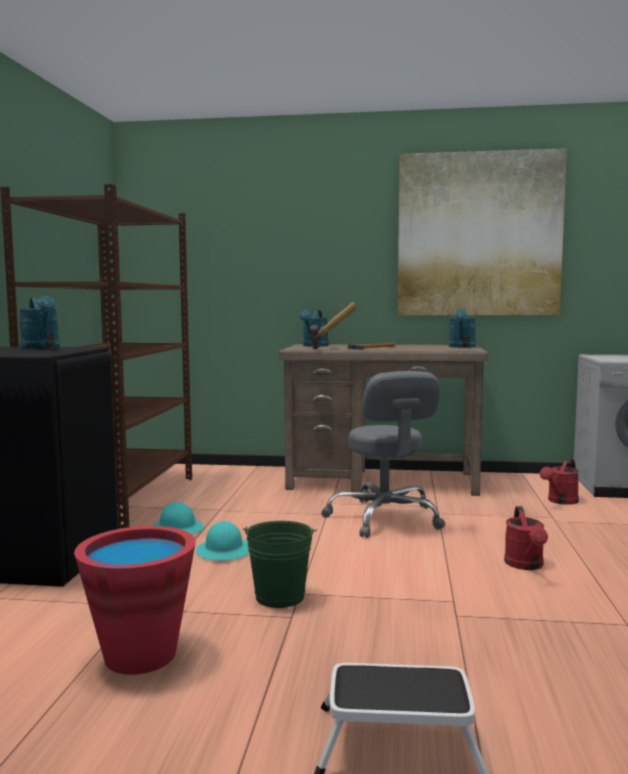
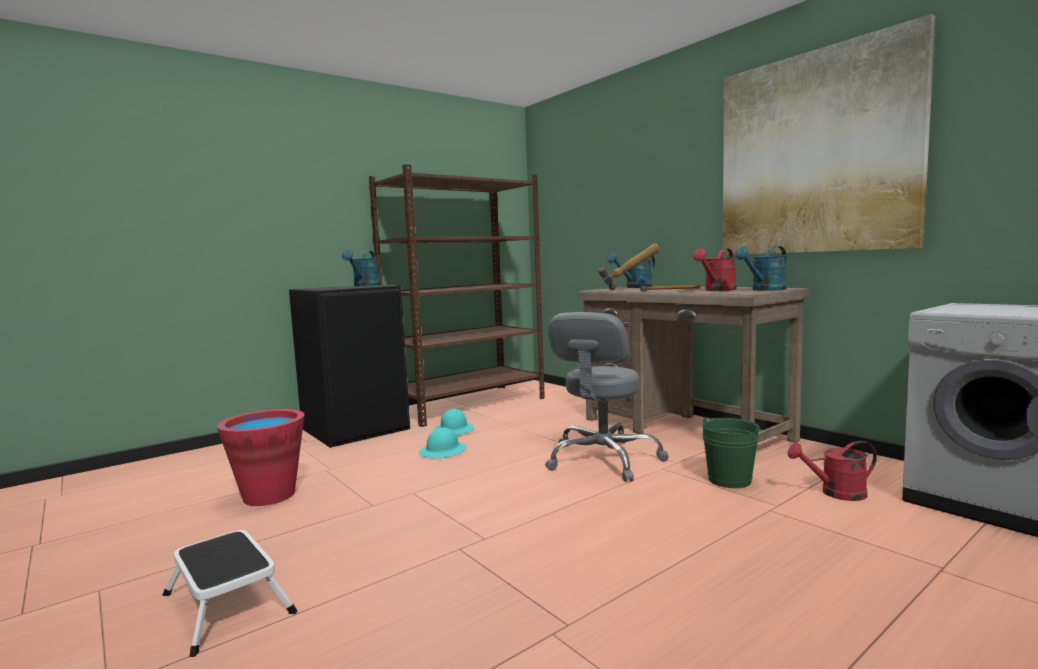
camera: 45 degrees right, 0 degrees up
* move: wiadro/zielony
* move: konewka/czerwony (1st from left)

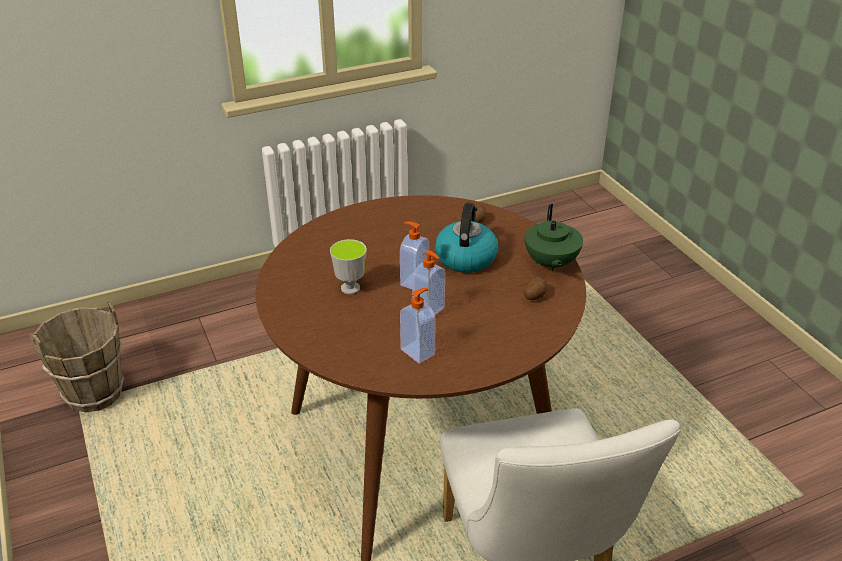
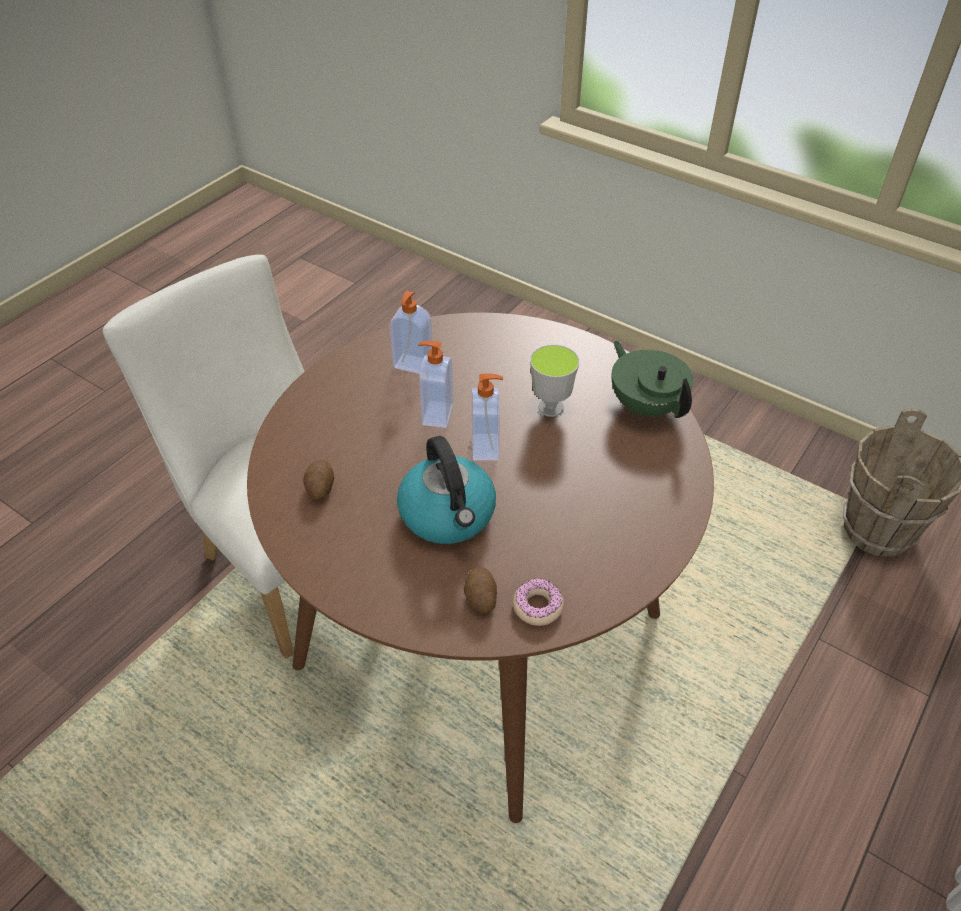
camera: 150 degrees right, 10 degrees up
* insert: donut
* move: imbryk/zielony

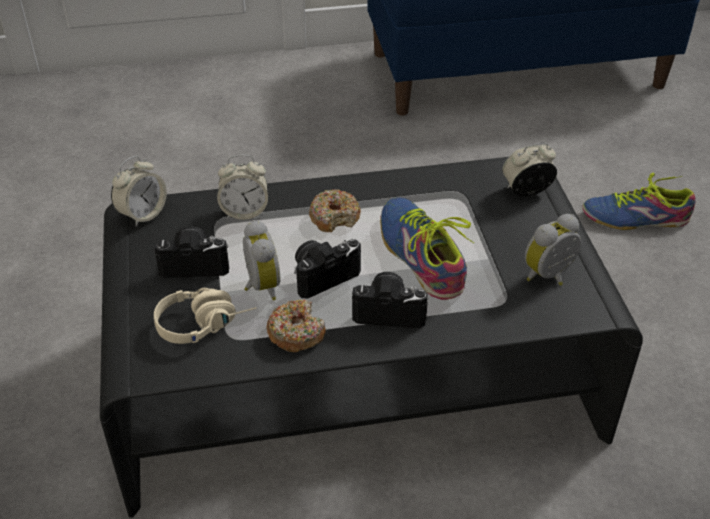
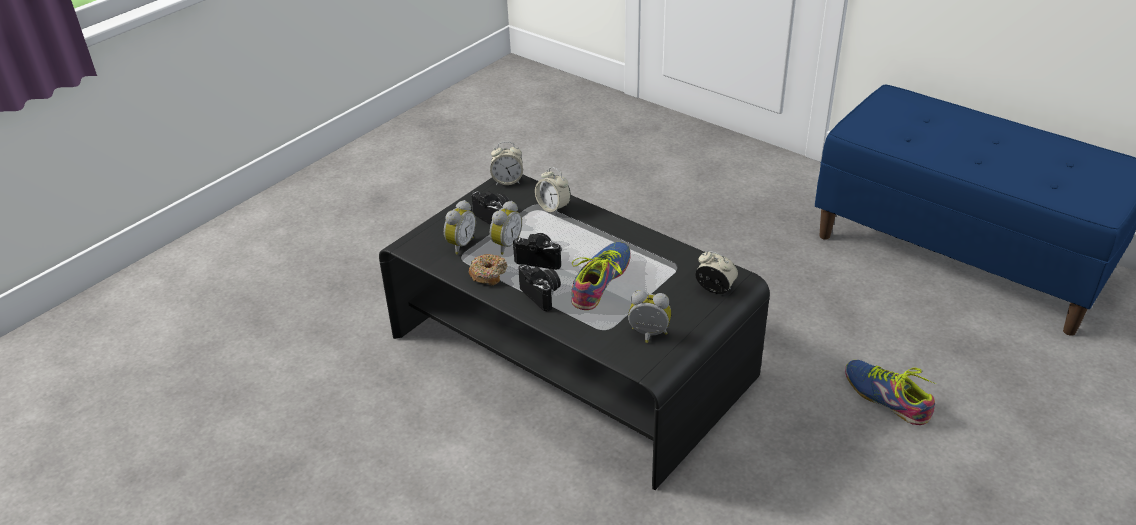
camera: 50 degrees right, 5 degrees down
* delete: donut (2nd from left)
* replace: słuchawki/beżowy to budzik (1st from left)

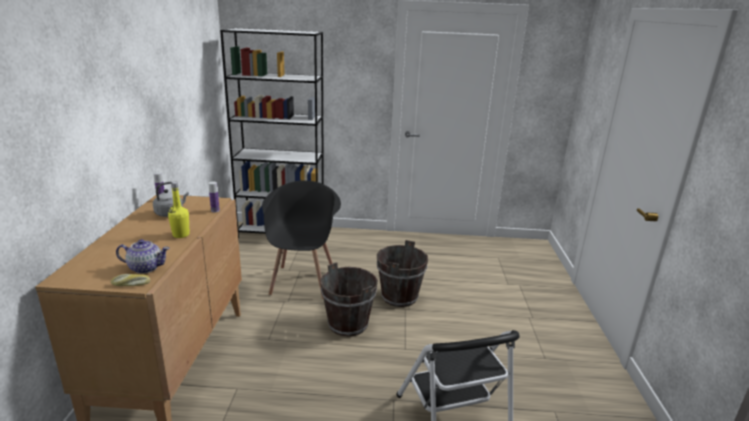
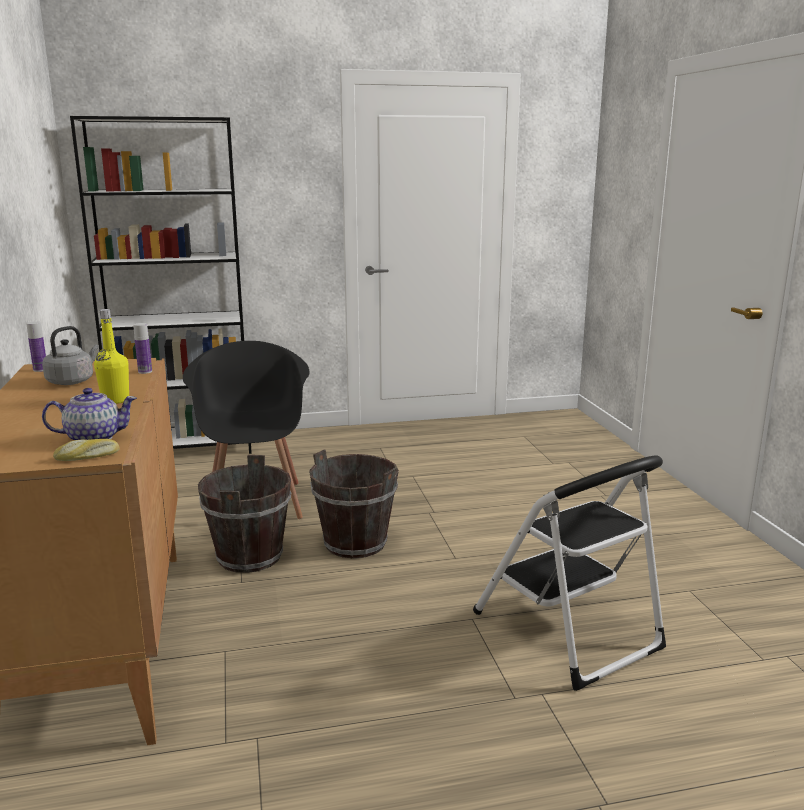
camera: 15 degrees left, 5 degrees down
* move: wiadro/brązowy (2nd from left in the first image) to wiadro/brązowy (1st from left)

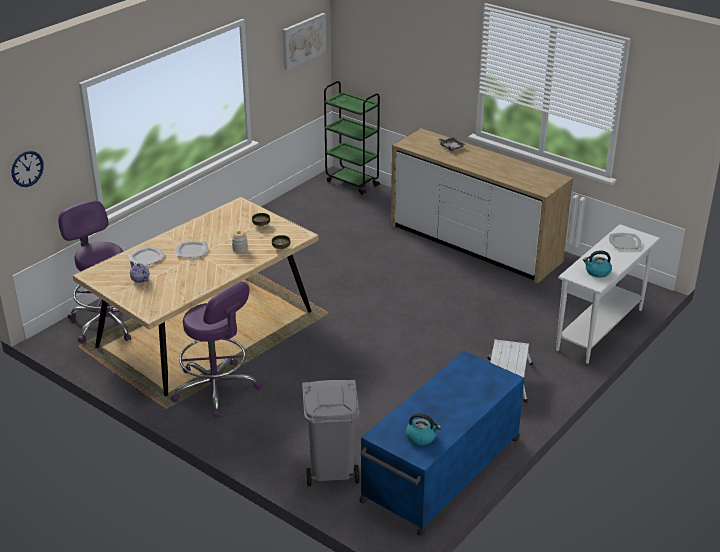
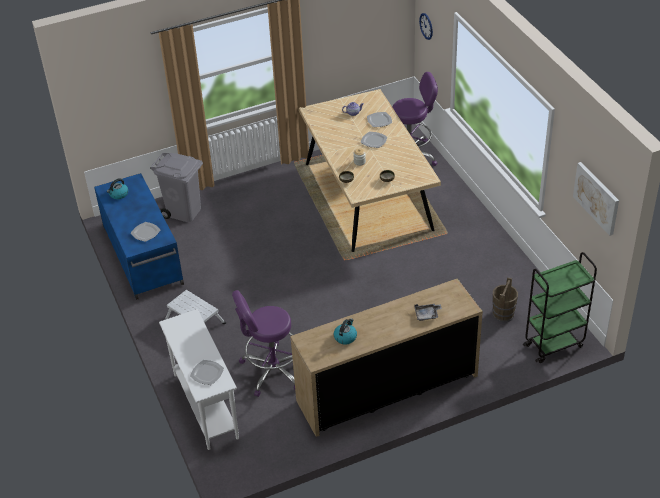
camera: 120 degrees right, 10 degrees up
* insert: talerz (1st from left)
* insert: wiadro/brązowy
* move: stołek/fioletowy (2nd from left in the first image) to stołek/fioletowy (1st from left)
* move: czajnik (2nd from left)

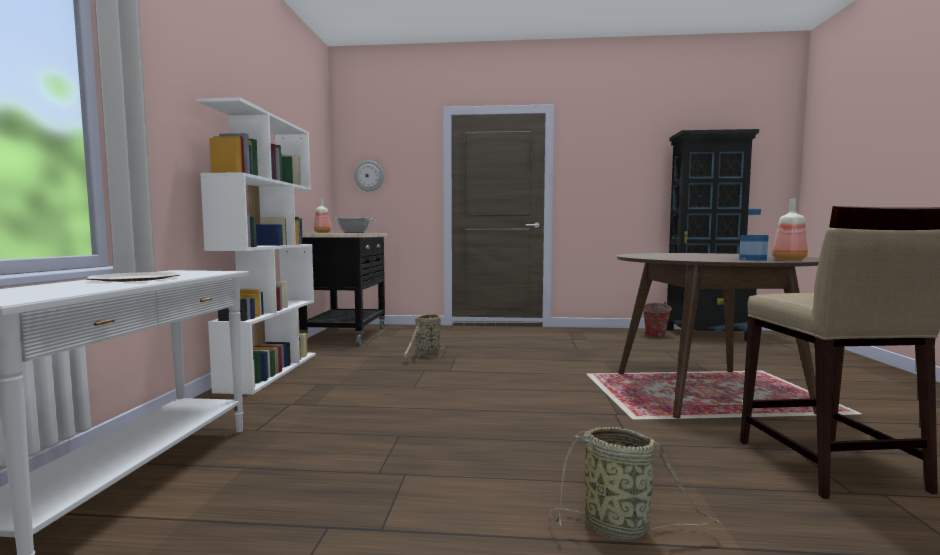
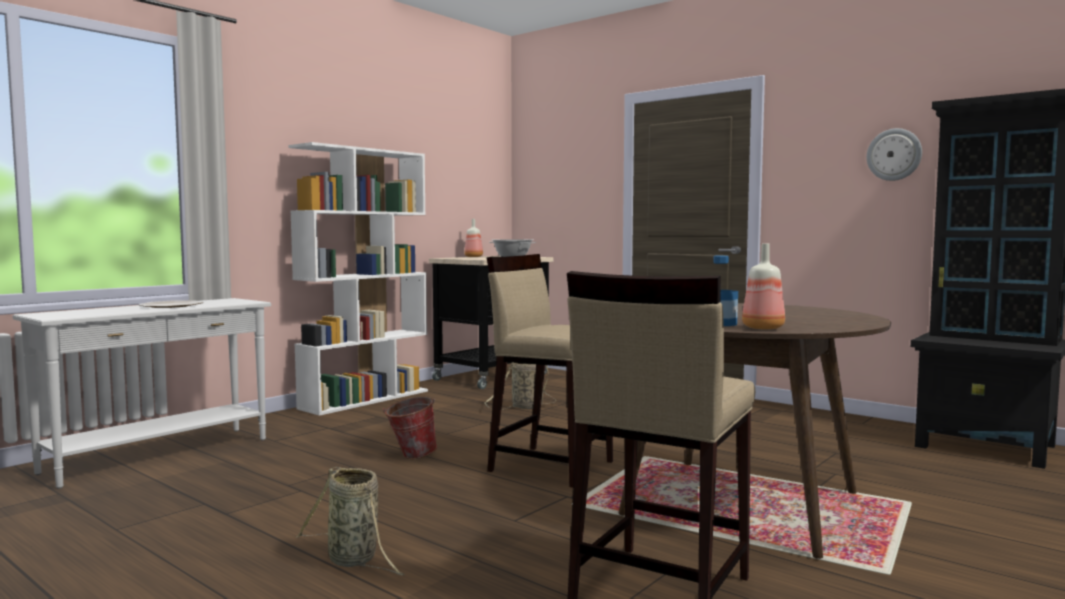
camera: 35 degrees right, 0 degrees up
* insert: stołek/beżowy (1st from left)
* move: zegar ścienny
* move: wiadro

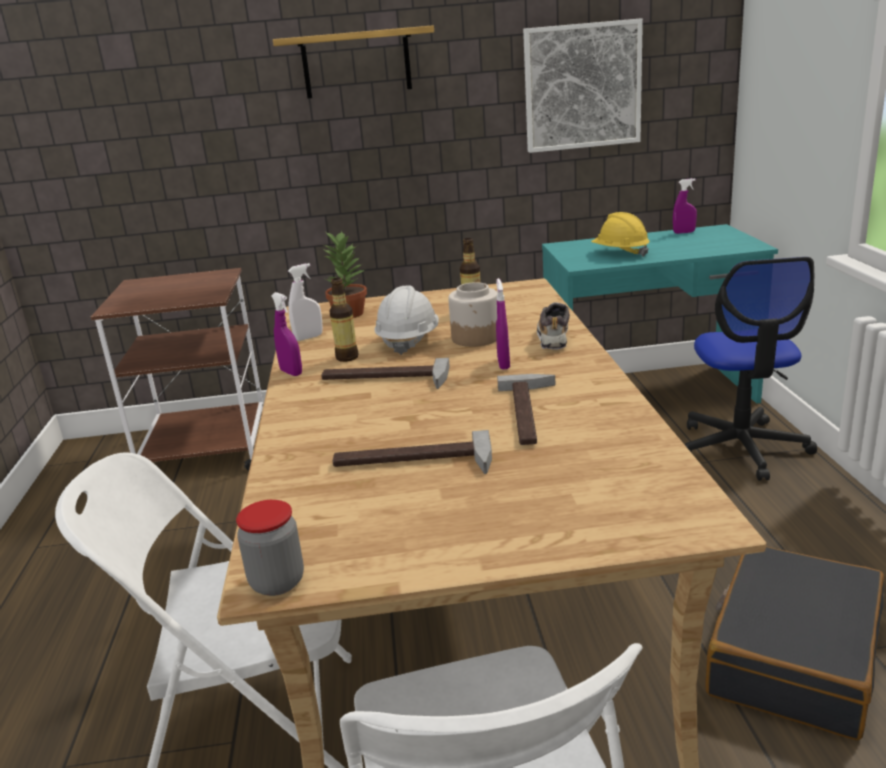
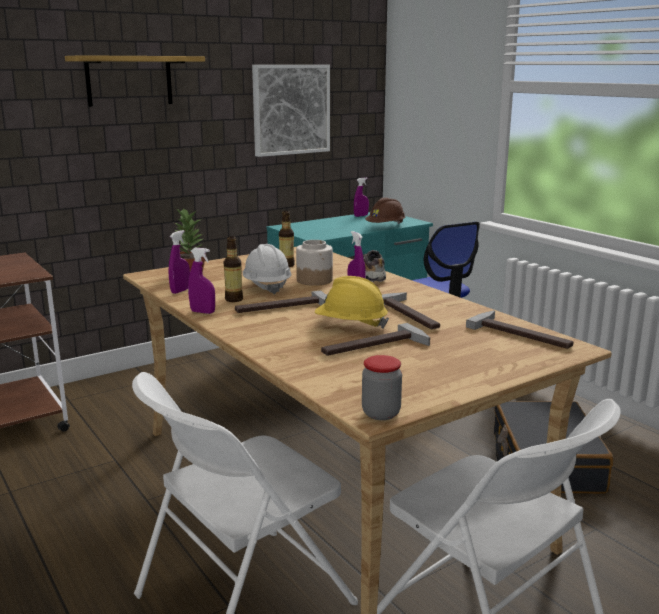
camera: 30 degrees left, 5 degrees down
* insert: kask/brązowy
* insert: młotek (4th from left)
* move: kask/żółty
* recolor: spryskiwacz/biały to spryskiwacz/fioletowy (1st from left)

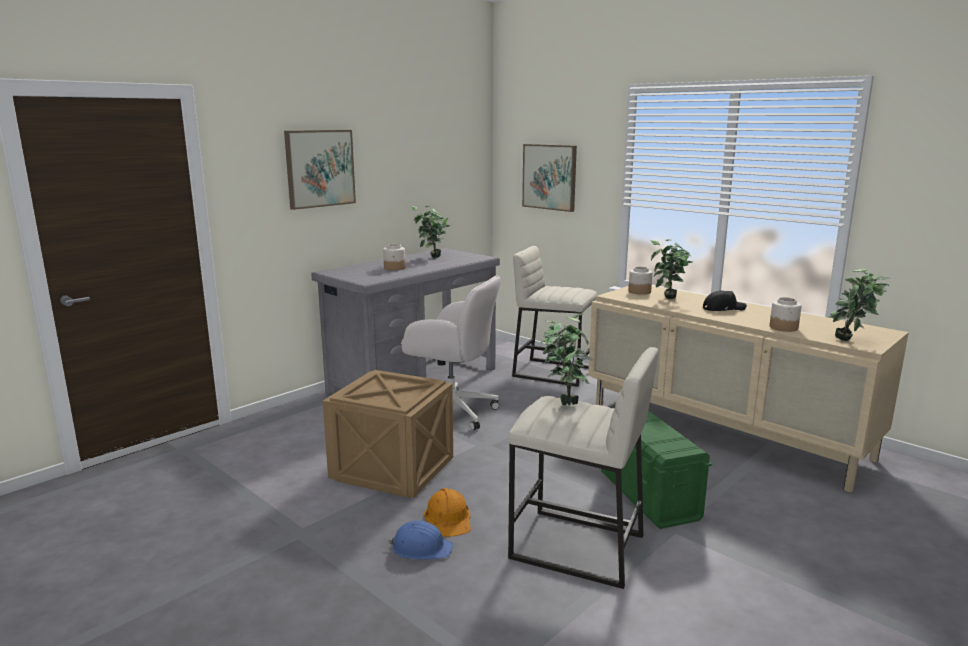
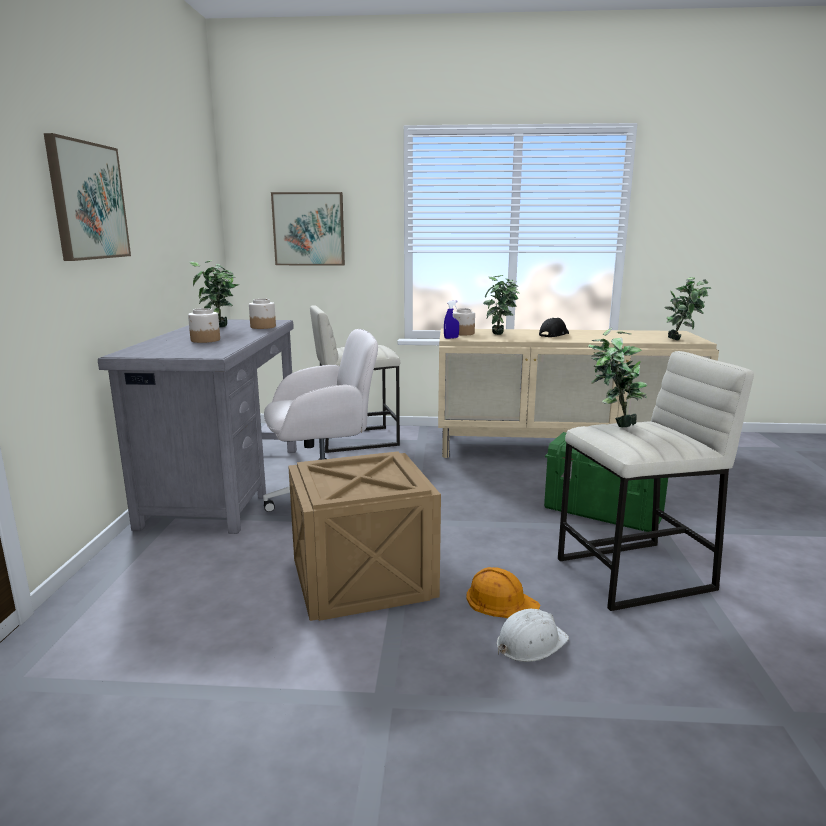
camera: 40 degrees left, 0 degrees up
* insert: spryskiwacz/niebieski
* move: słoik (3rd from left in the first image) to słoik (2nd from left)
* recolor: kask/niebieski to kask/biały

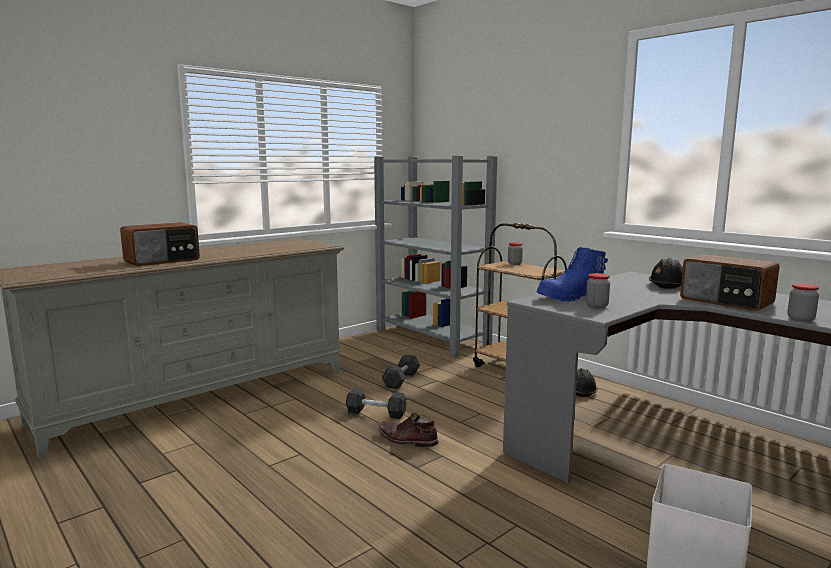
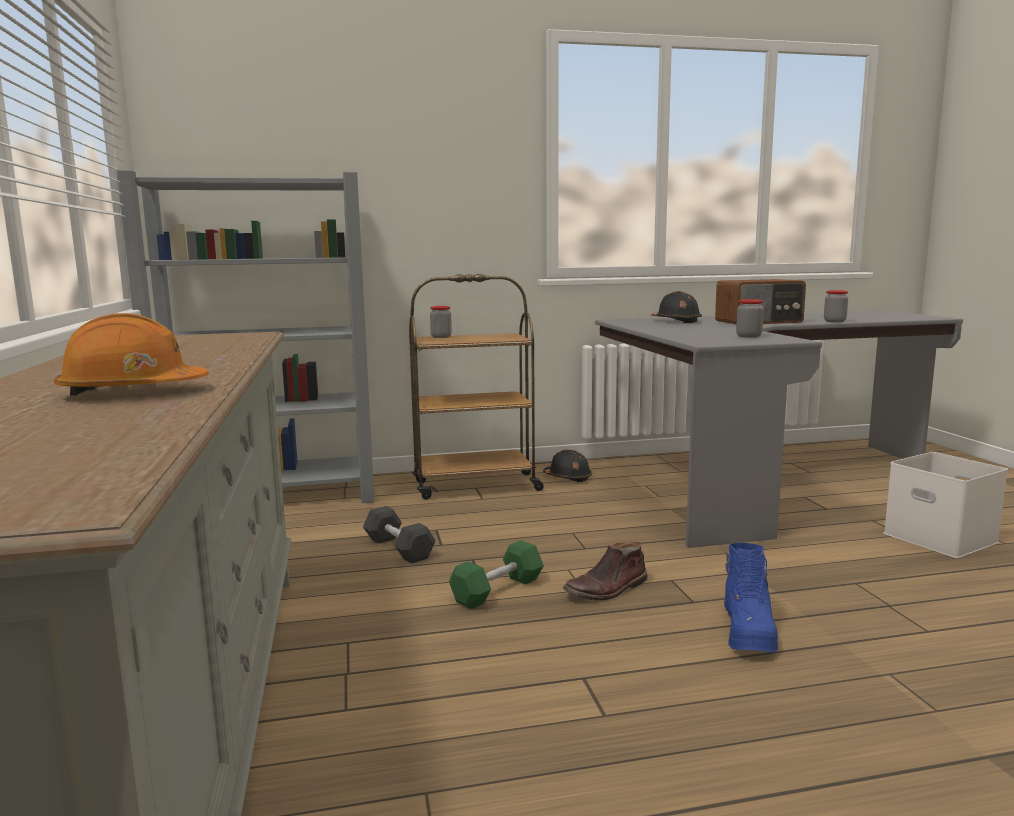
camera: 60 degrees left, 0 degrees up
* move: but z cholewką/niebieski
* replace: radio (1st from left) to kask/pomarańczowy
* recolor: hantel/szary (1st from left) to hantel/zielony

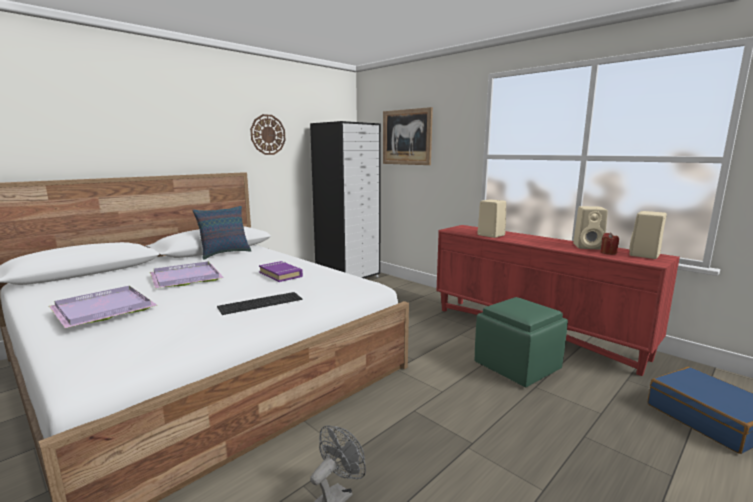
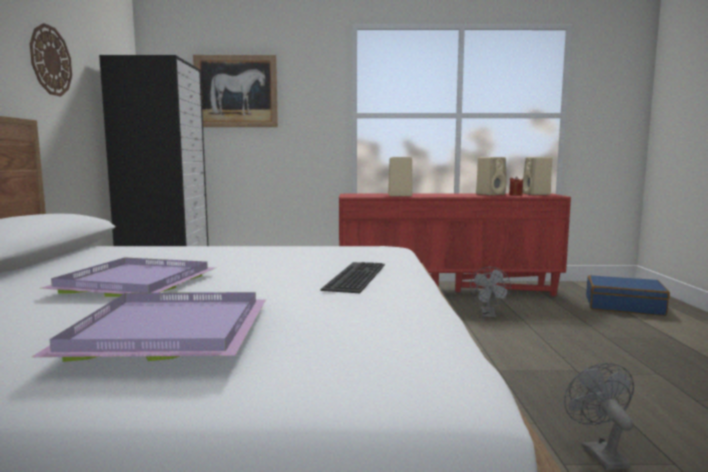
camera: 45 degrees left, 5 degrees down
* delete: poduszka/niebieski
* delete: książka/fioletowy
* replace: pufa/zielony to wentylator/szary (1st from left)

